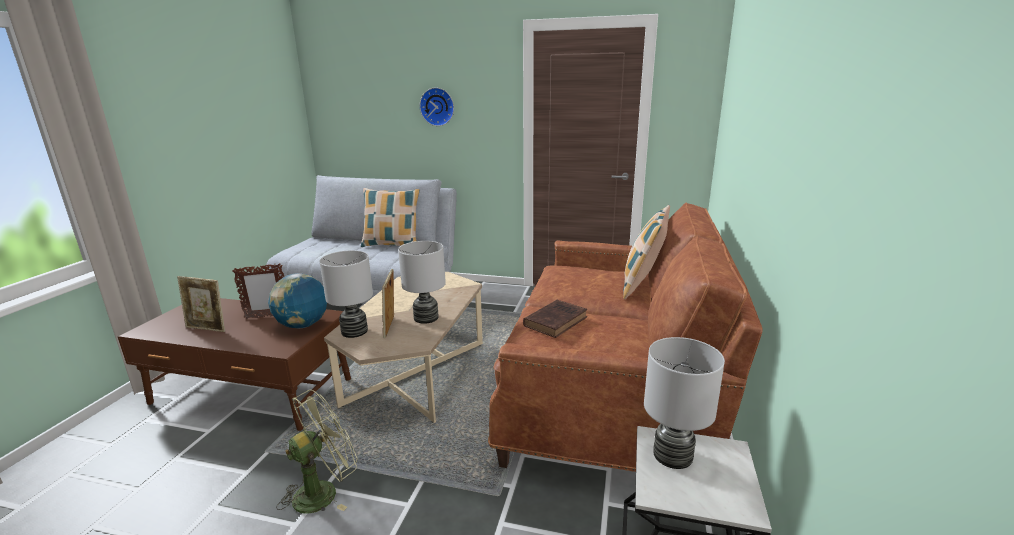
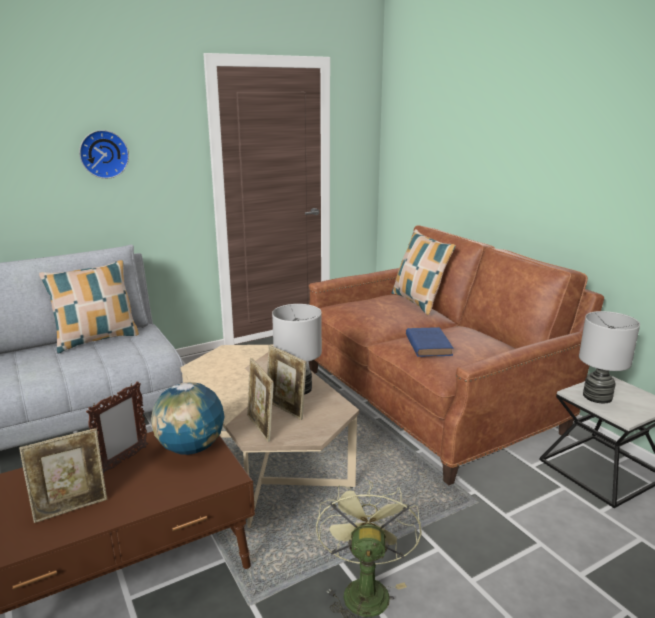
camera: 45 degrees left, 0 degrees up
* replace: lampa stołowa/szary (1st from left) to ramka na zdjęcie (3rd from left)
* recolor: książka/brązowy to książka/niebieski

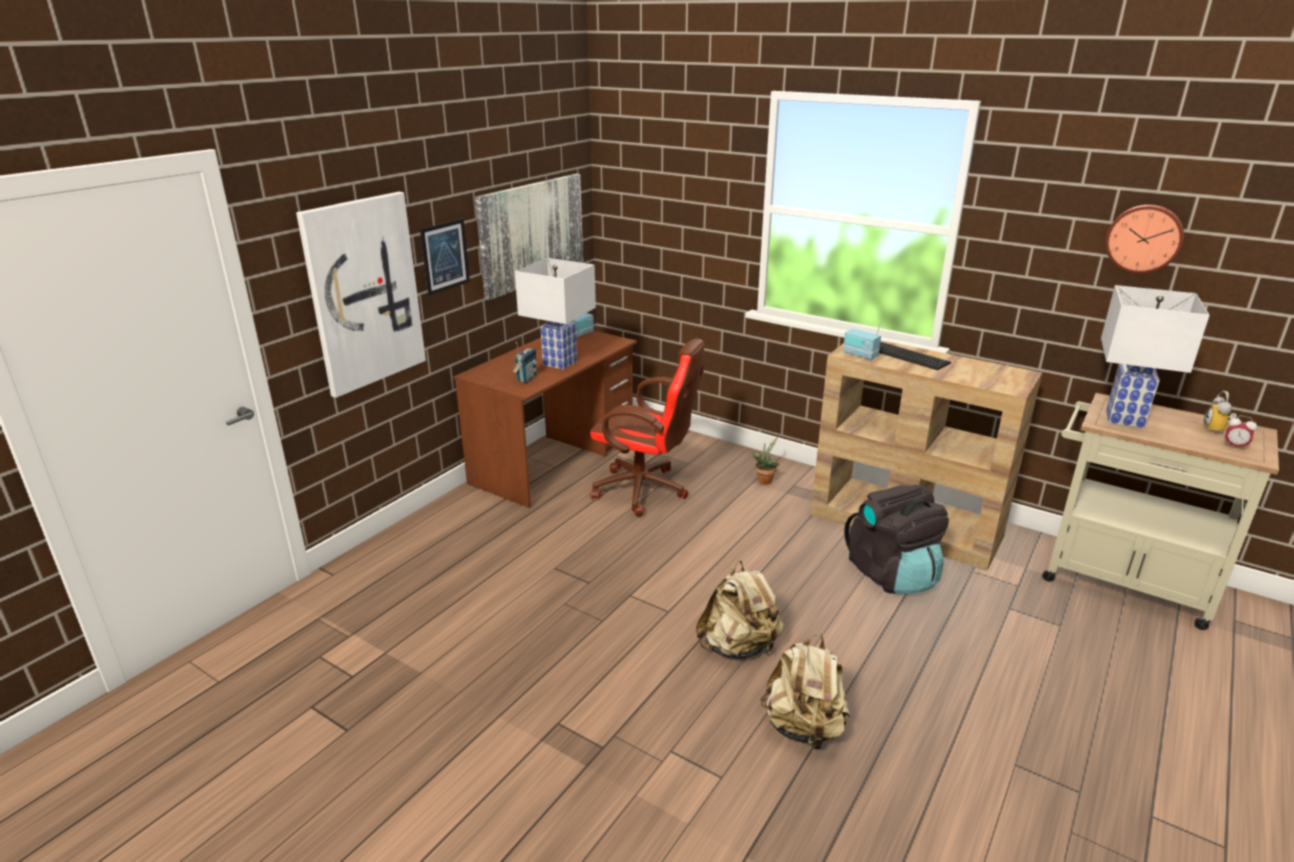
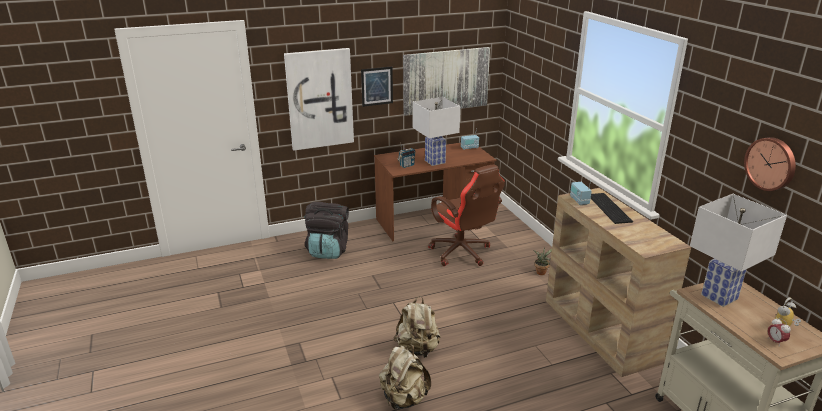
camera: 35 degrees right, 0 degrees up
* move: plecak/czarny

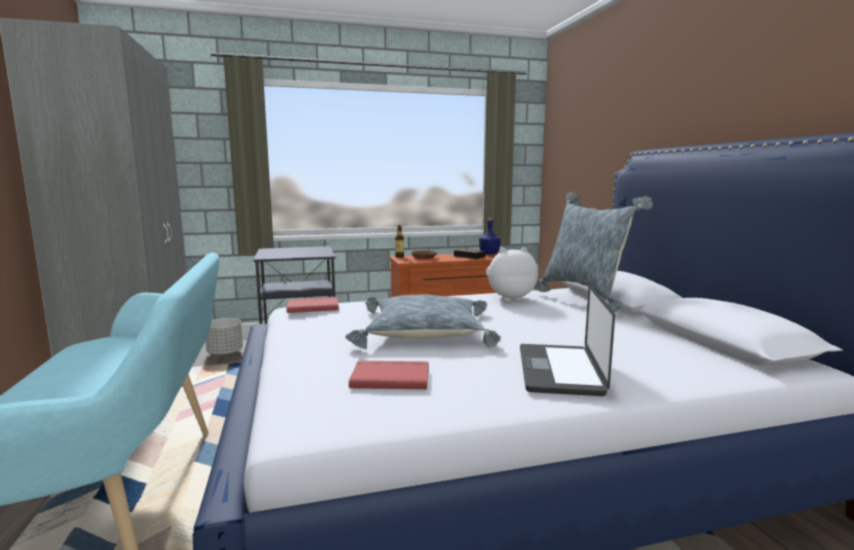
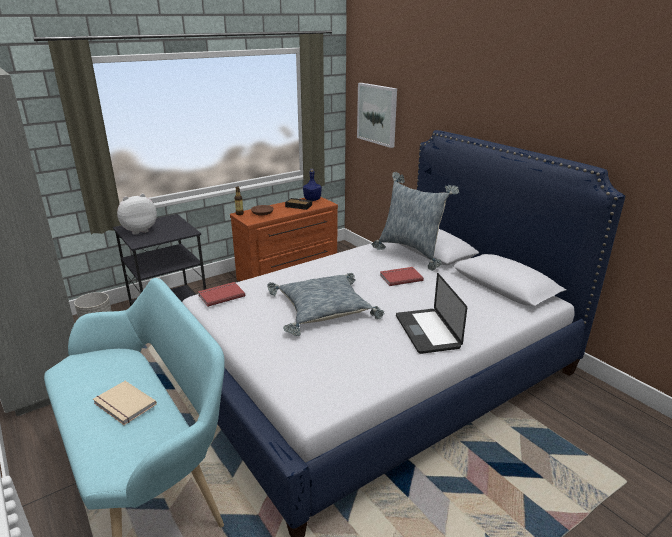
camera: 20 degrees left, 15 degrees up
* insert: książka/beżowy
* insert: obraz
* move: książka/czerwony (2nd from left)
* move: pluszak

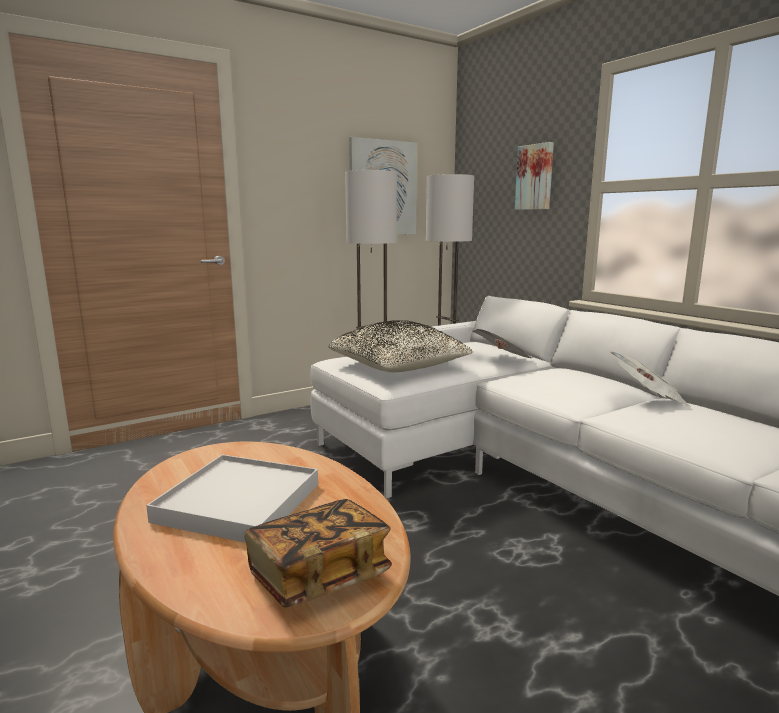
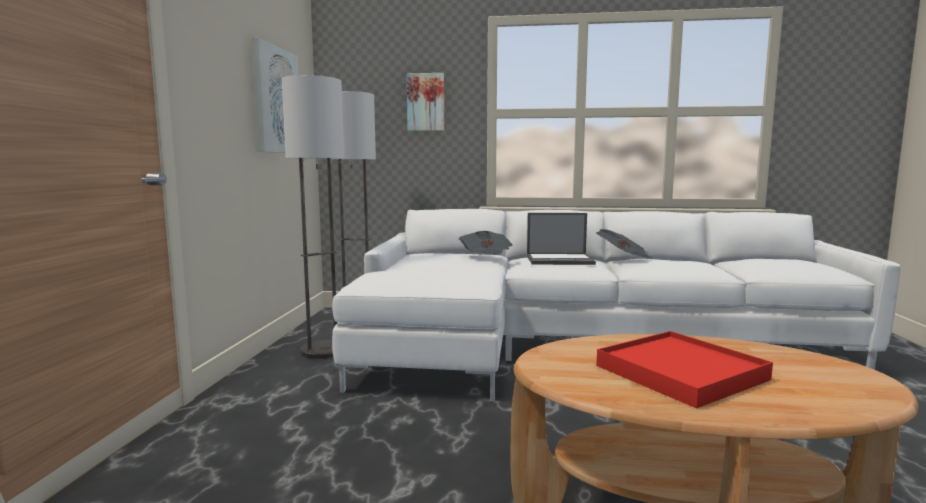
camera: 50 degrees left, 5 degrees down
* delete: książka
* delete: poduszka/beżowy
* insert: laptop
* recolor: taca/biały to taca/czerwony

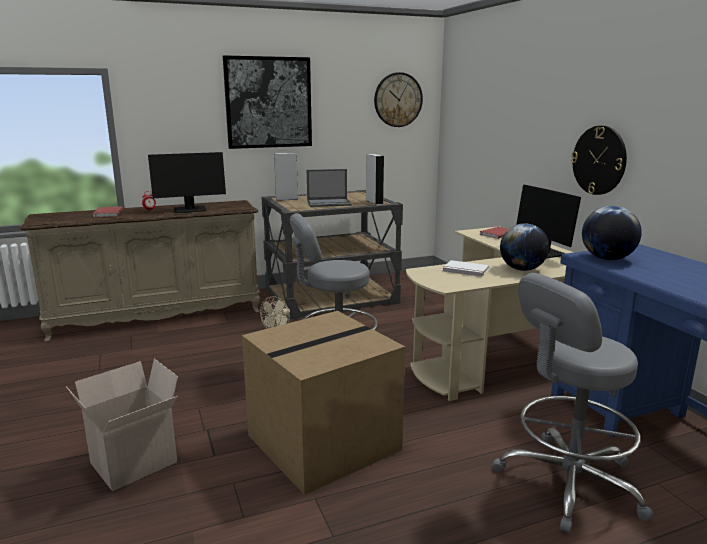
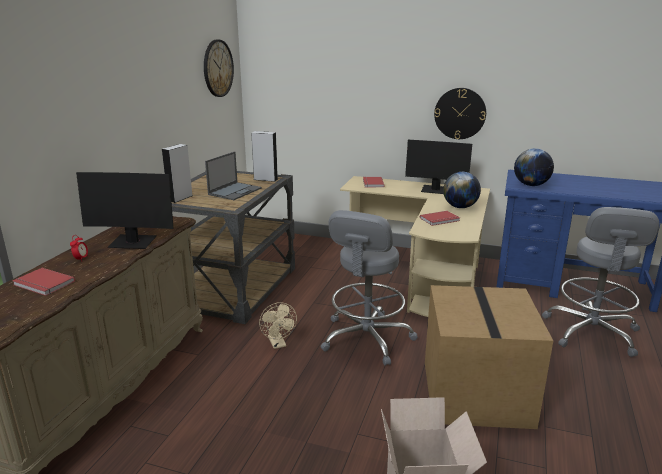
camera: 50 degrees left, 5 degrees up
* delete: obraz
* recolor: książka/biały to książka/czerwony (3rd from left)
* rotate: monitor (1st from left) 75 degrees clockwise

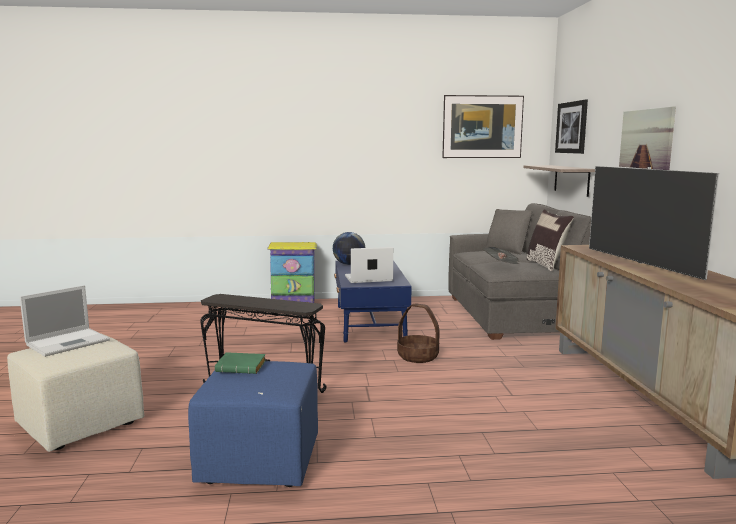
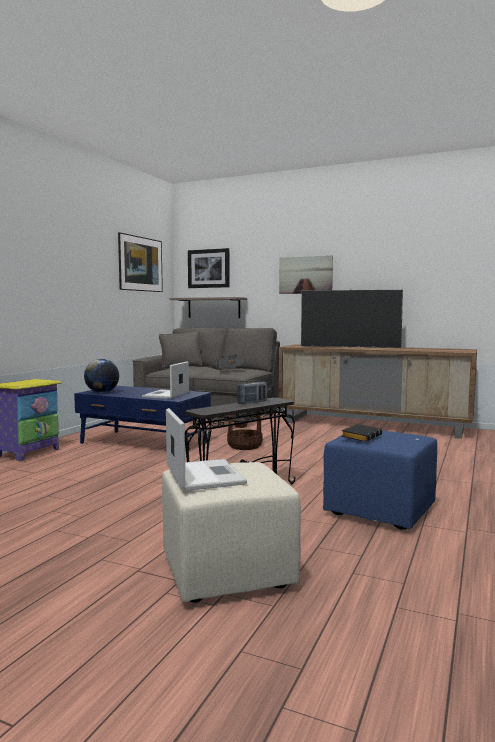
camera: 60 degrees left, 5 degrees down
* delete: poduszka
* insert: radio
* recolor: książka/zielony to książka/czarny

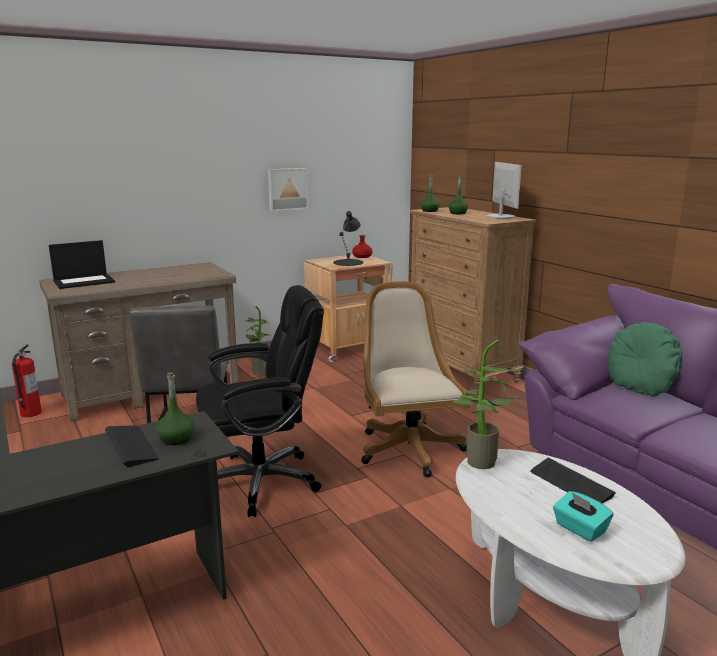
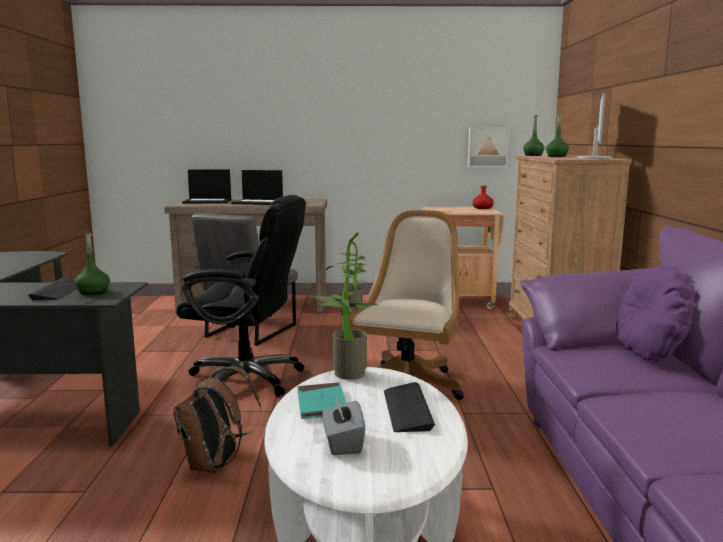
camera: 30 degrees right, 5 degrees down
* delete: gaśnica
* delete: lampa stołowa/czarny
* insert: plecak/brązowy
* insert: laptop (2nd from left)
* insert: książka/turkusowy
* move: obraz
* recolor: pudełko chusteczek/turkusowy to pudełko chusteczek/szary
* recolor: poduszka/zielony to poduszka/fioletowy

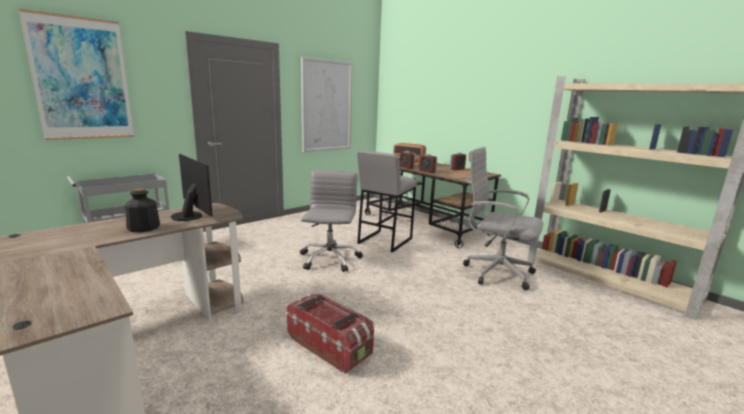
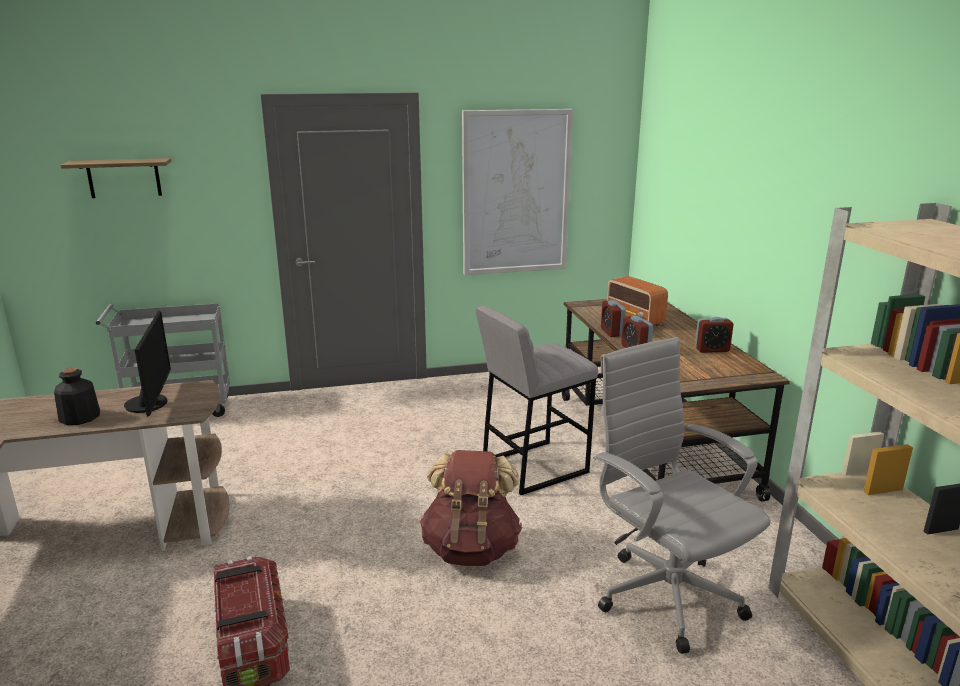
camera: 30 degrees right, 5 degrees up
* delete: krzesło biurowe/szary (1st from left)
* insert: plecak/brązowy
* replace: obraz (1st from left) to półka

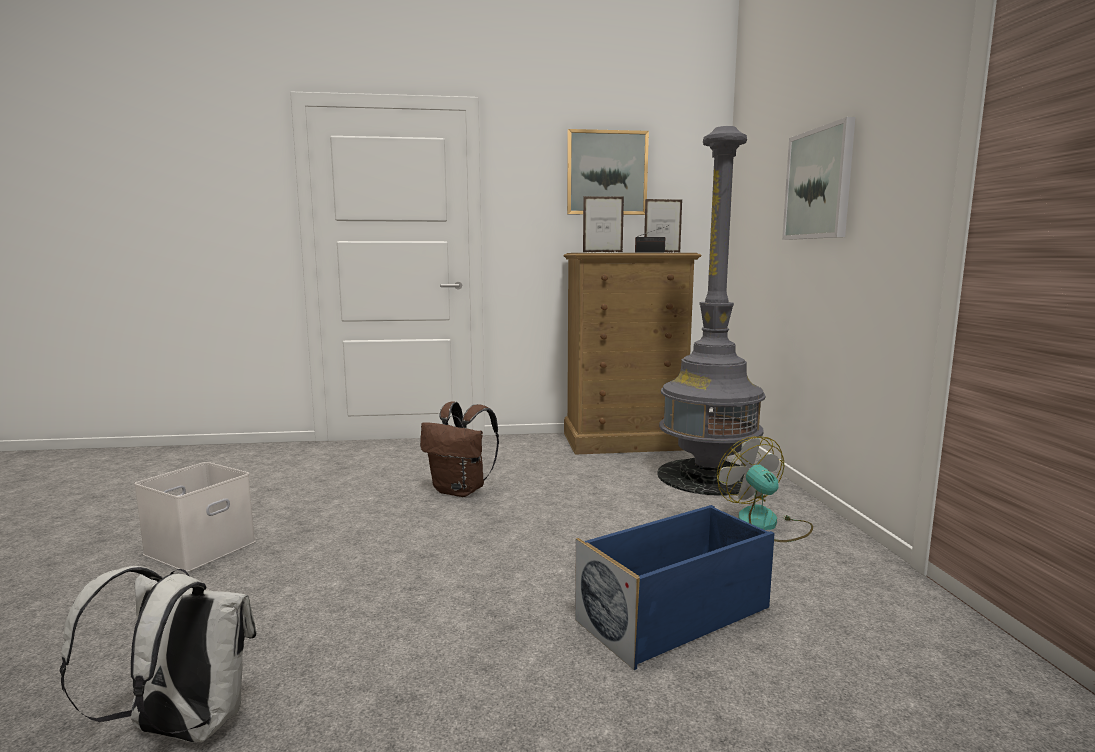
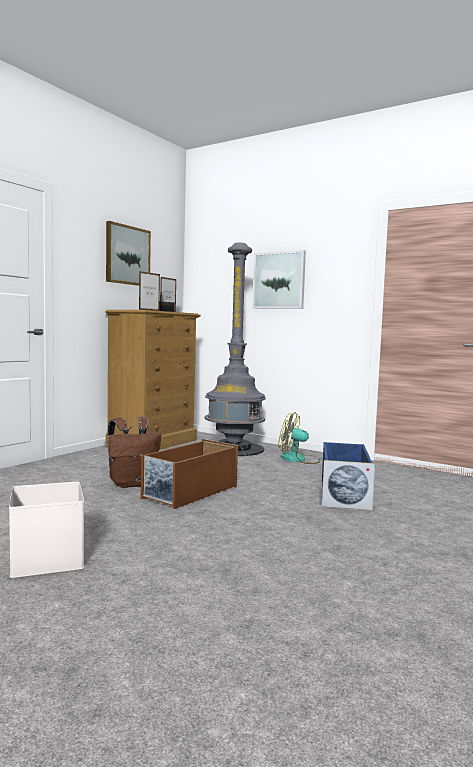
camera: 50 degrees left, 5 degrees down
* delete: plecak/biały
* insert: pojemnik do przechowywania/brązowy

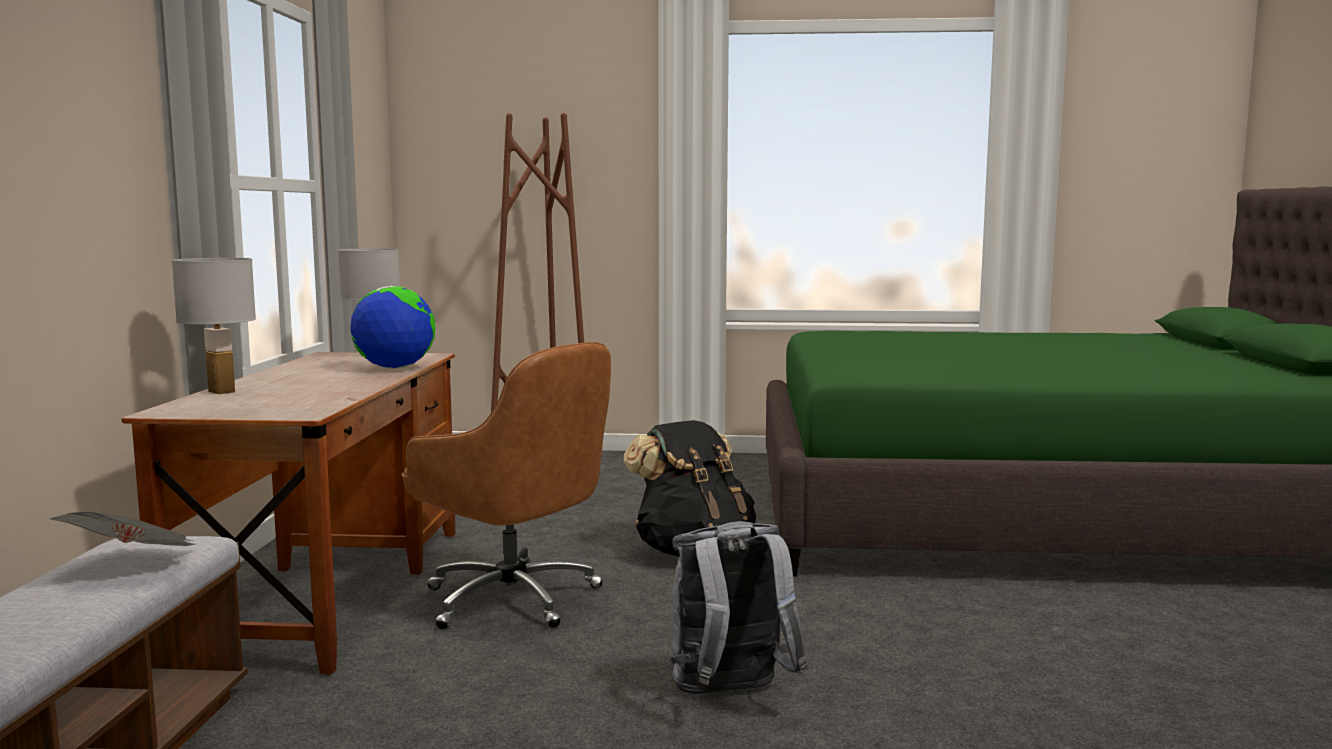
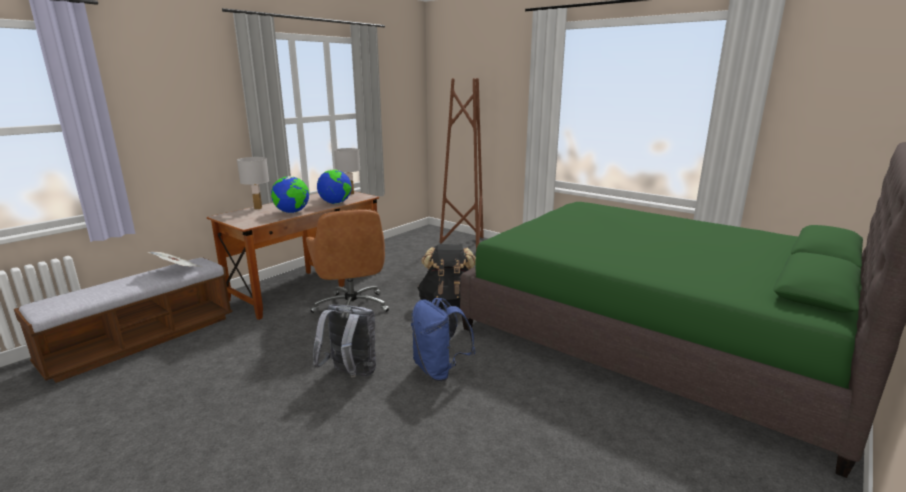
camera: 35 degrees right, 10 degrees up
* insert: globus (1st from left)
* insert: plecak/niebieski

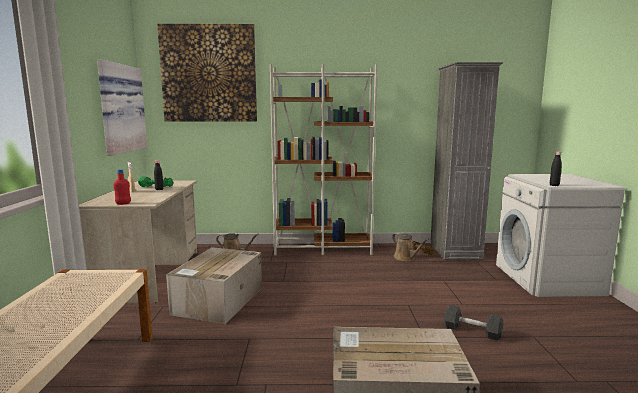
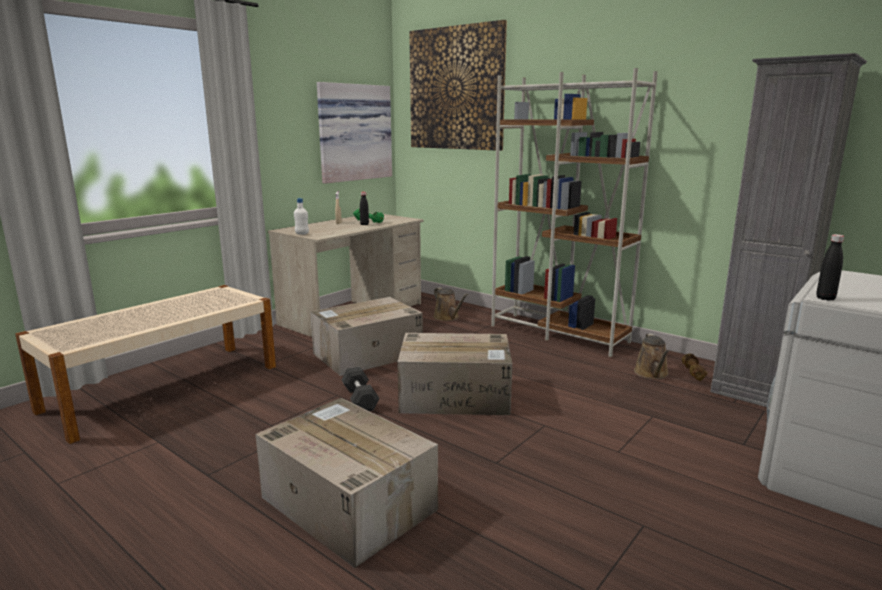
camera: 40 degrees right, 5 degrees up
* insert: karton (3rd from left)
* move: hantel/szary
* recolor: butelka/czerwony to butelka/biały

